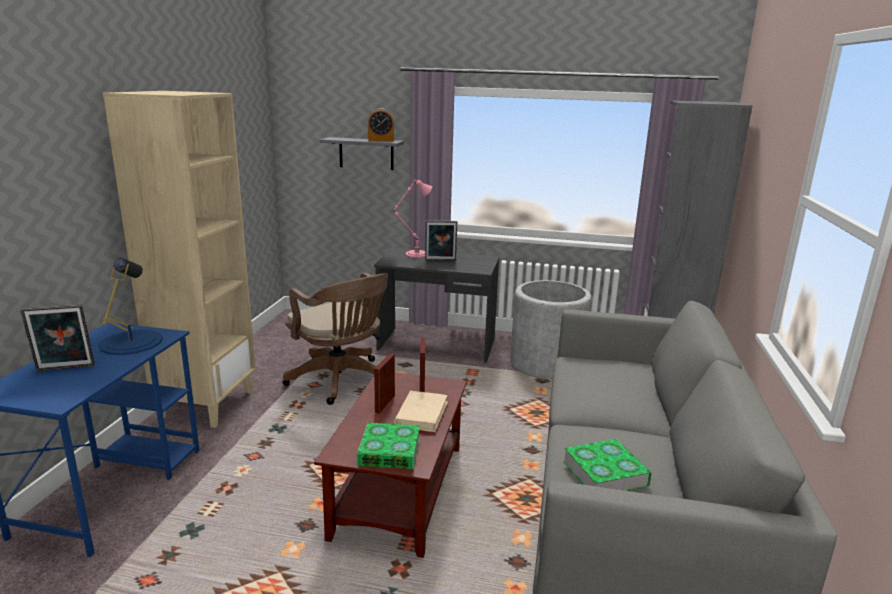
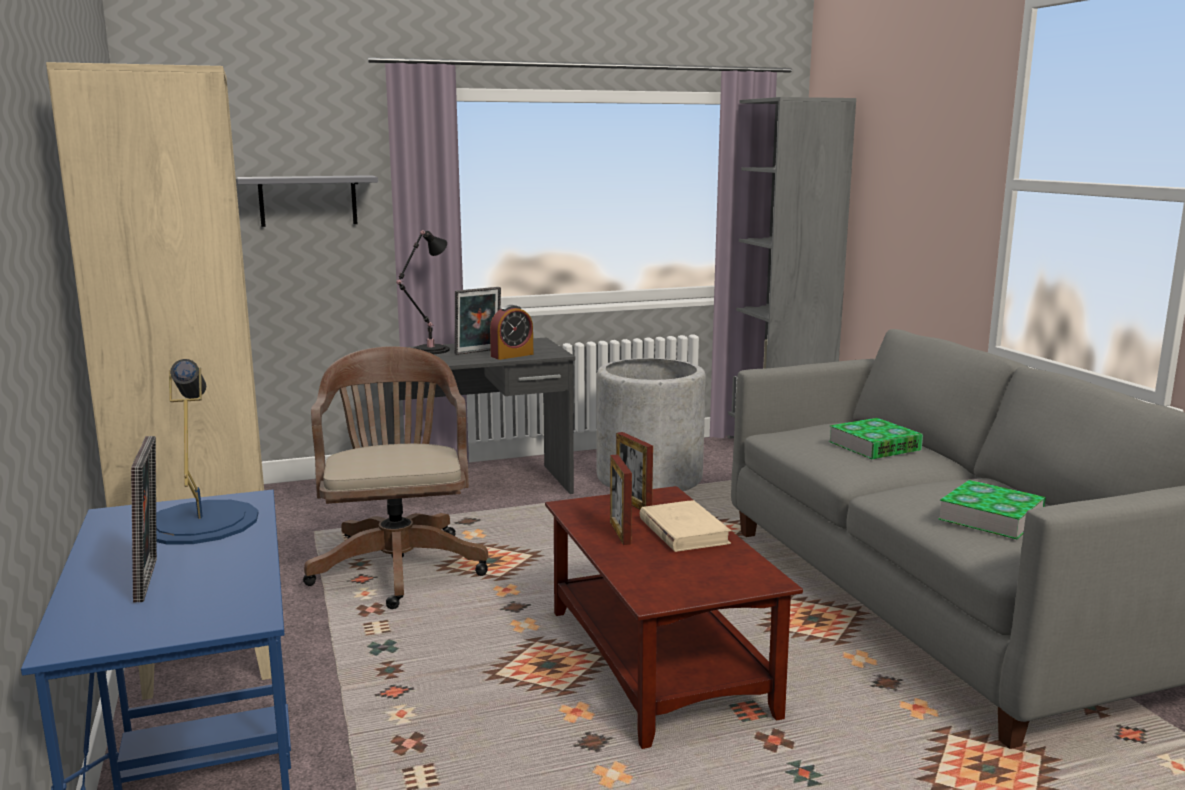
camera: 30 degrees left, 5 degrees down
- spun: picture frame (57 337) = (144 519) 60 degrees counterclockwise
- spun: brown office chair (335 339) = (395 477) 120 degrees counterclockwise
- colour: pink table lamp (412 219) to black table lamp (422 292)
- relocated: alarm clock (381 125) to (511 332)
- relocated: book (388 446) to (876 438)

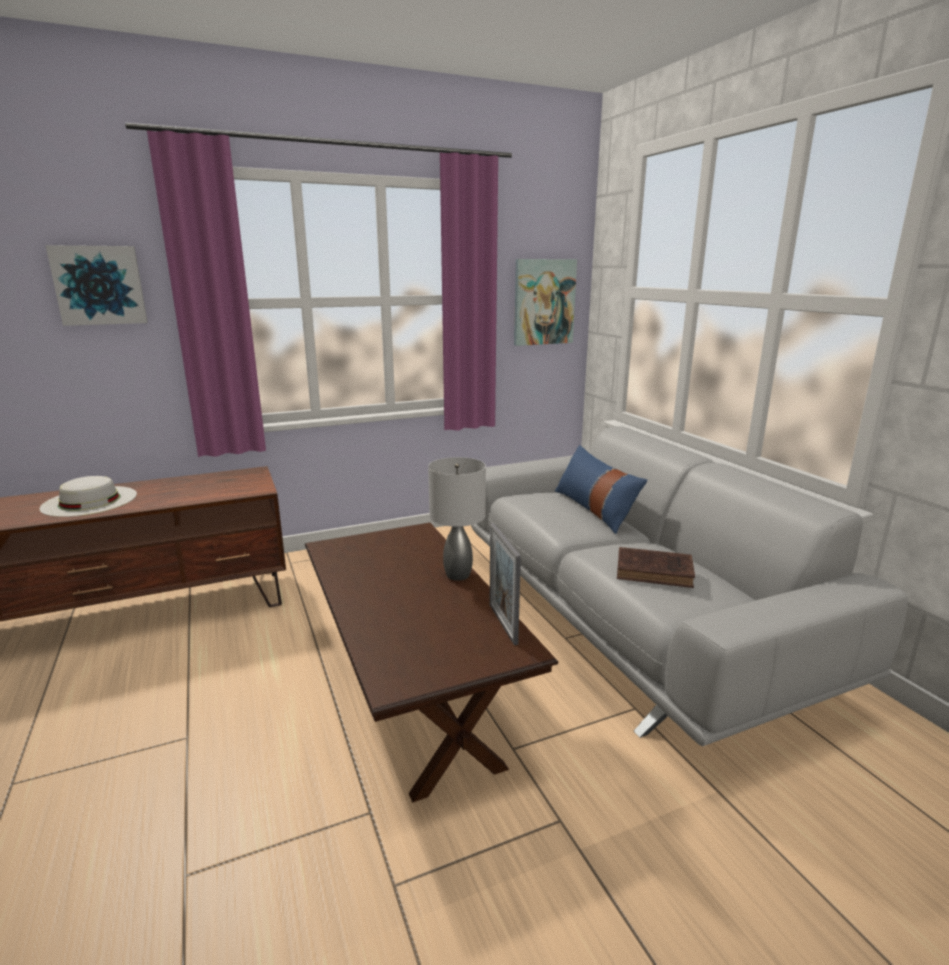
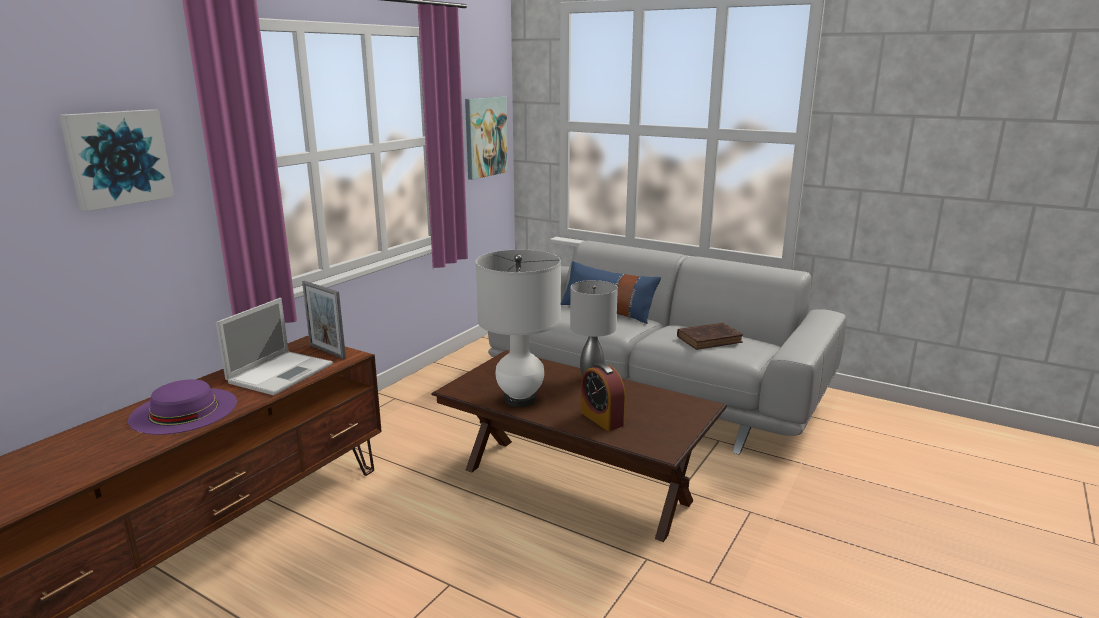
camera: 35 degrees left, 0 degrees up
- colour: white hat (88 496) to purple hat (182 407)
- appeared: laptop (274 346)
- relocated: picture frame (505 584) to (324 320)
- appeared: white table lamp (518 328)
- appeared: alarm clock (603 397)

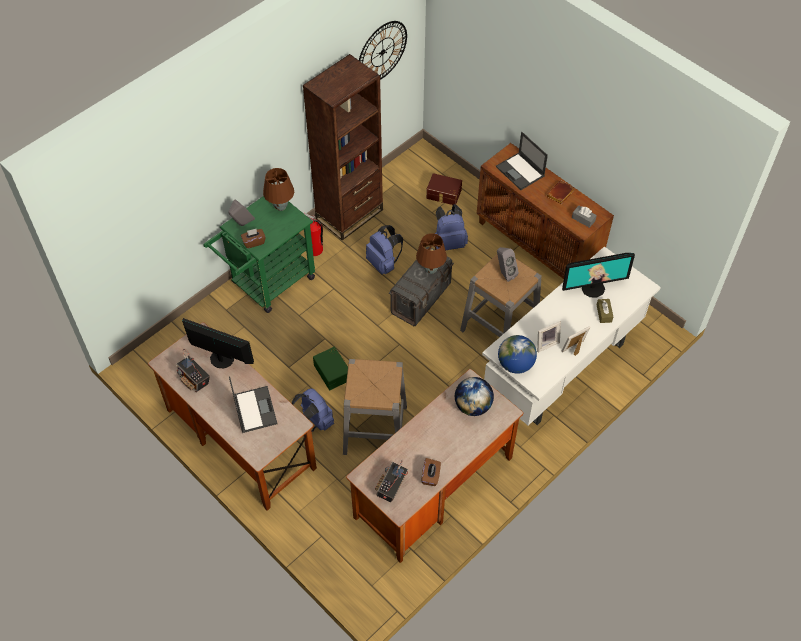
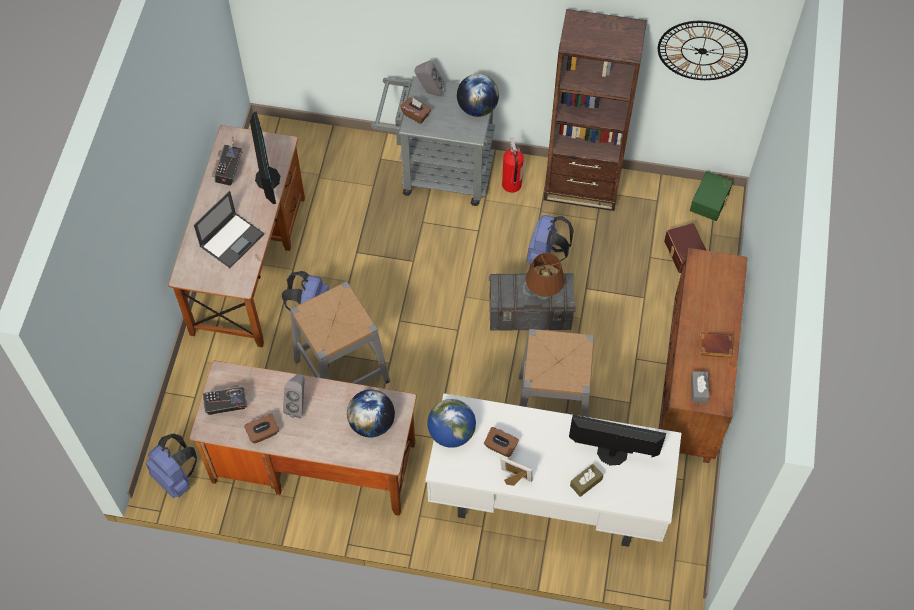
camera: 55 degrees right, 5 degrees up
- relocated: blue backpack (451 227) to (171 465)
- relocated: grey speaker (508 264) to (294 396)
- colour: green cart (259 254) to grey cart (433 141)
- exchanged: brown table lamp (278 189) to globe (478 95)
- exchanged: picture frame (549 337) to brown tissue box (501 442)
- spun: monitor (598 275) = (617 440) 150 degrees clockwise
- relocated: green storage box (330 368) to (711 196)
- missing: laptop (522 161)

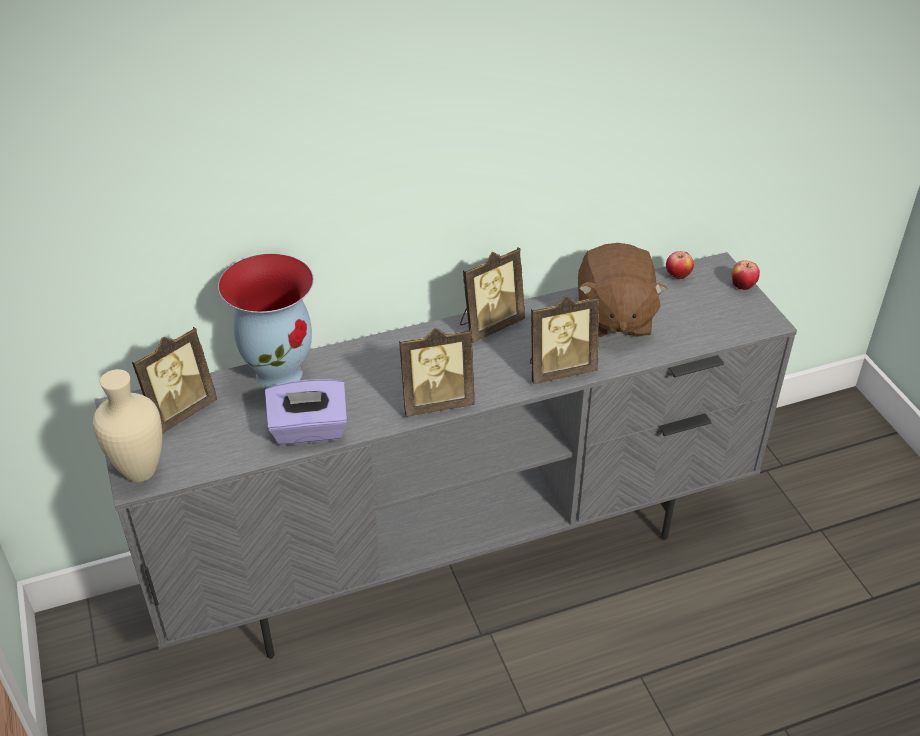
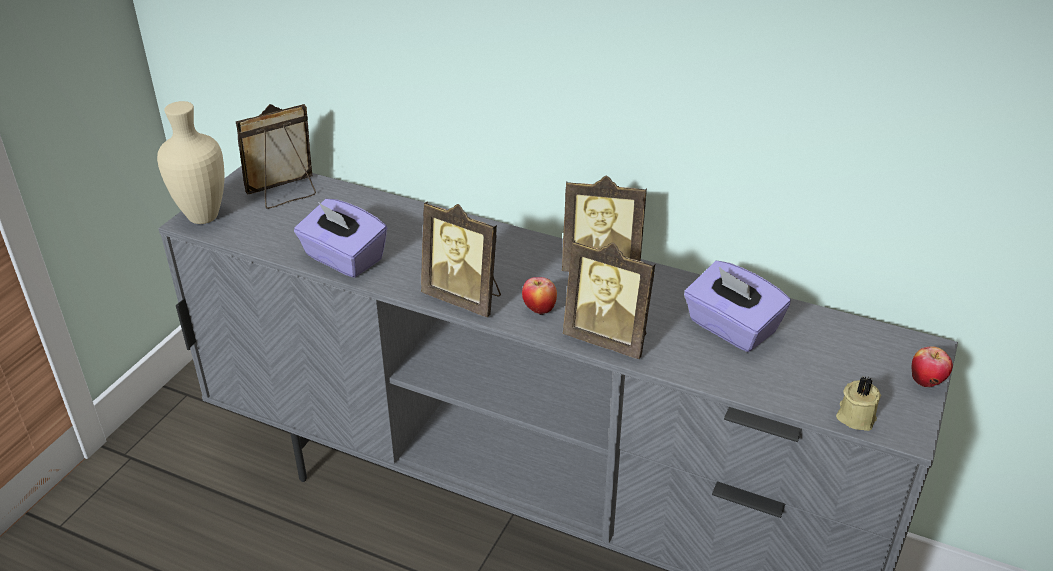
camera: 45 degrees right, 5 degrees down
- spun: picture frame (174 380) = (276 156) 150 degrees clockwise
- relocated: apple (680 265) to (539 296)
- exchanged: brown plush toy (622 290) to purple tissue box (737 306)
- appeared: beige candle (858 403)
- missing: vase (266 321)

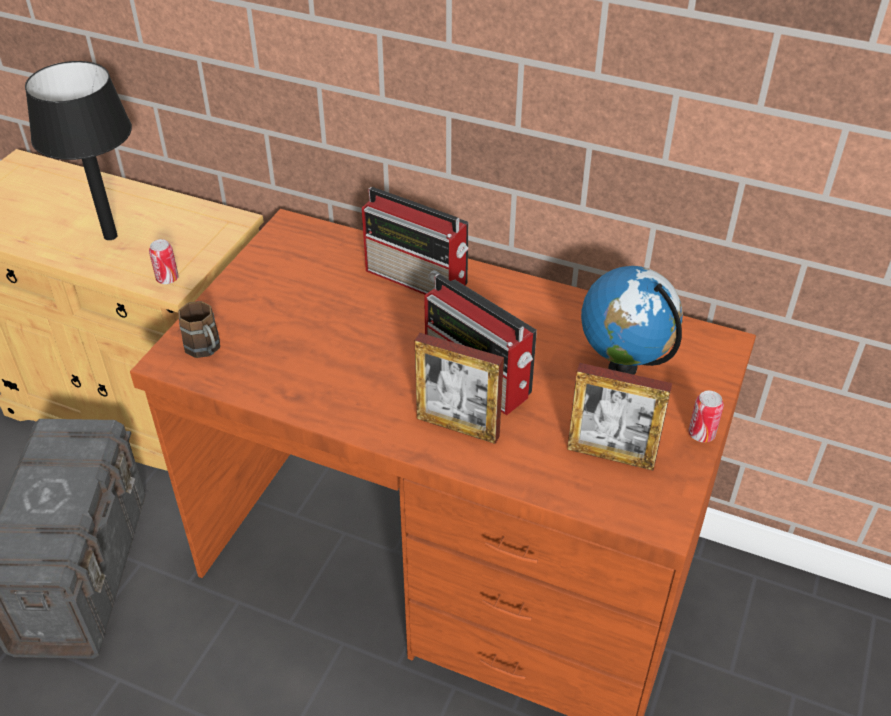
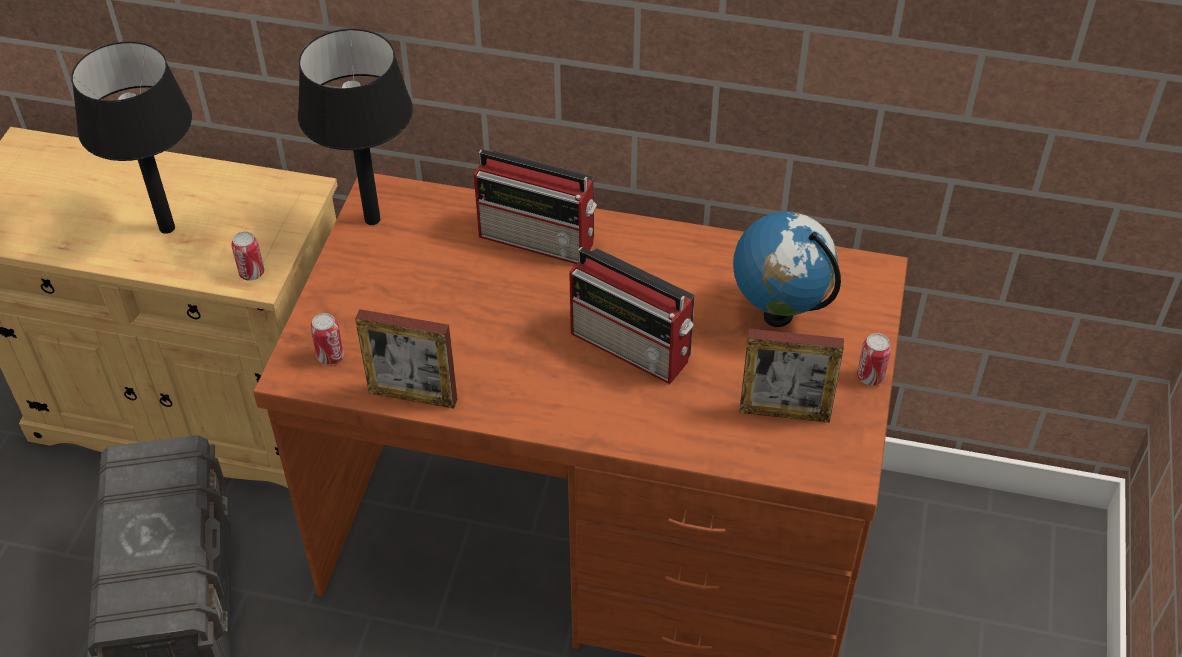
camera: 10 degrees left, 5 degrees up
- appeared: black table lamp (355 127)
- exchanged: brown mug (199 329) to can (327 339)
- relocated: picture frame (459 388) to (406 359)

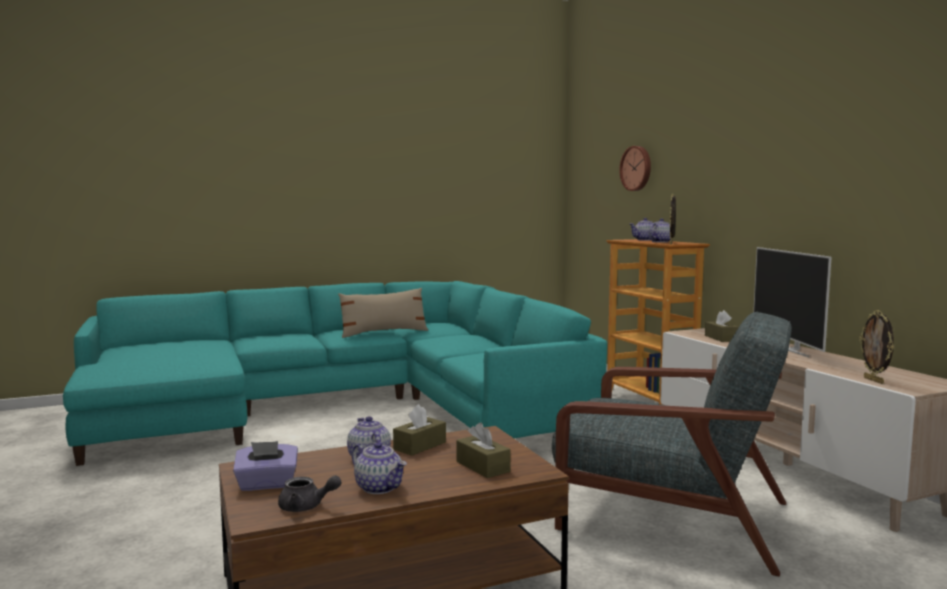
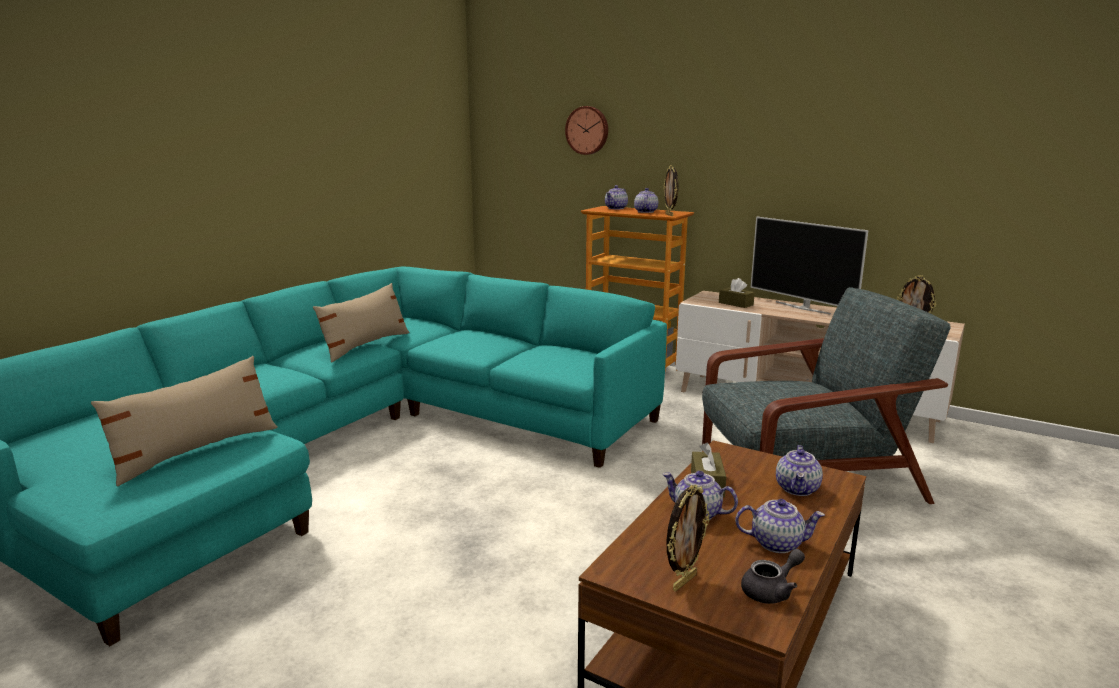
camera: 35 degrees left, 10 degrees up
- appeared: beige pillow (184 421)
- exchanged: purple tissue box (265 466) to picture frame (688 538)
- exchanged: brown tissue box (483 450) to teapot (799 470)

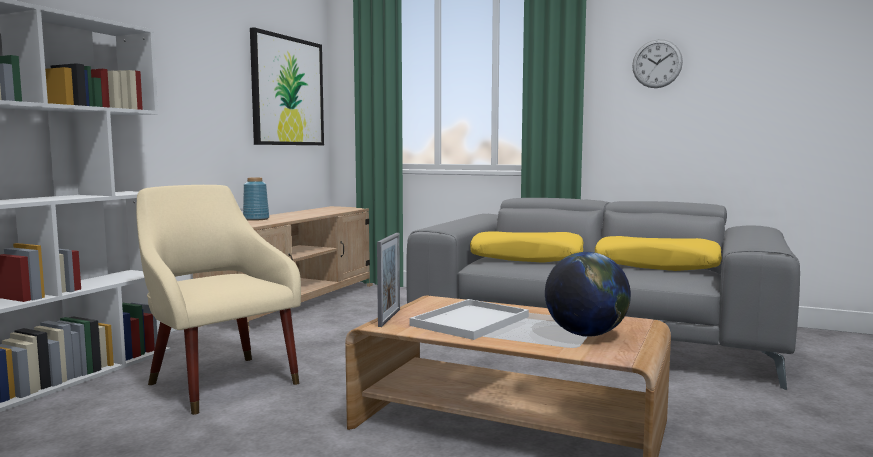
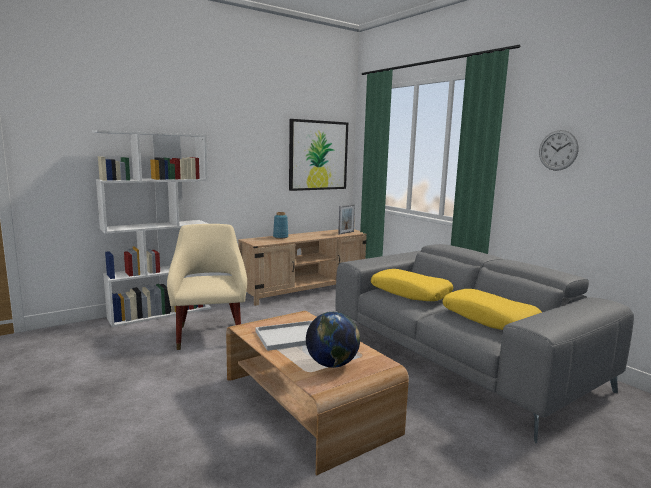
camera: 30 degrees right, 5 degrees up
- relocated: picture frame (388 280) to (346 219)

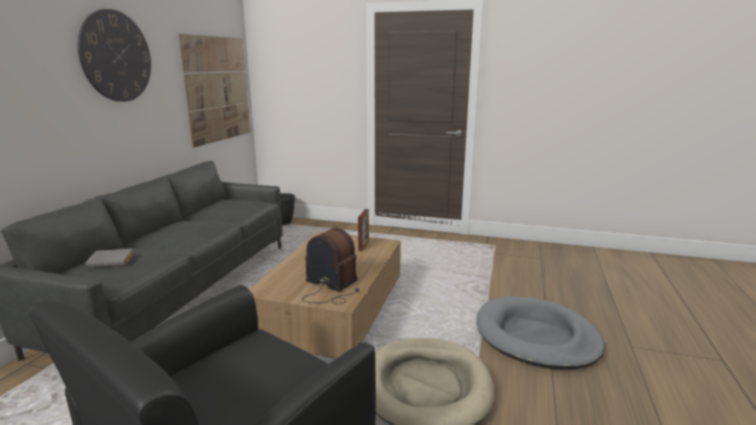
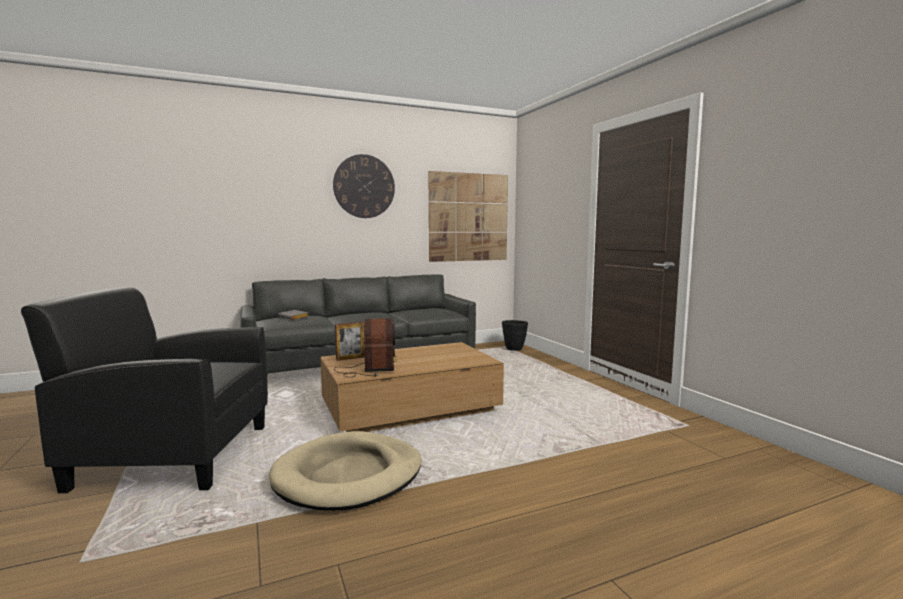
camera: 50 degrees right, 10 degrees down
- relocated: picture frame (363 230) to (350 341)
- missing: grey dog bed (540 332)

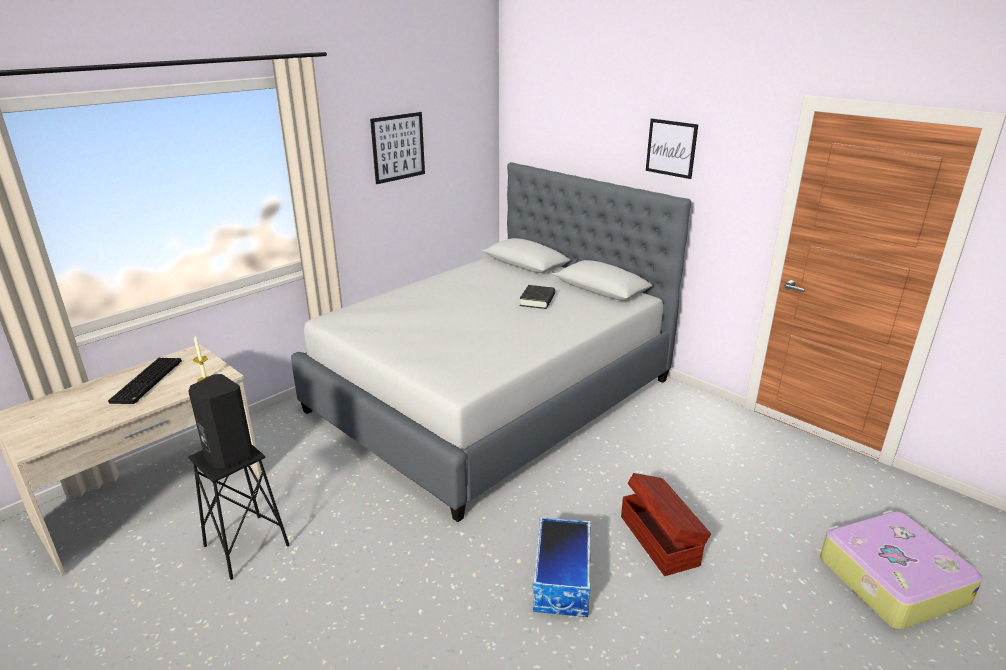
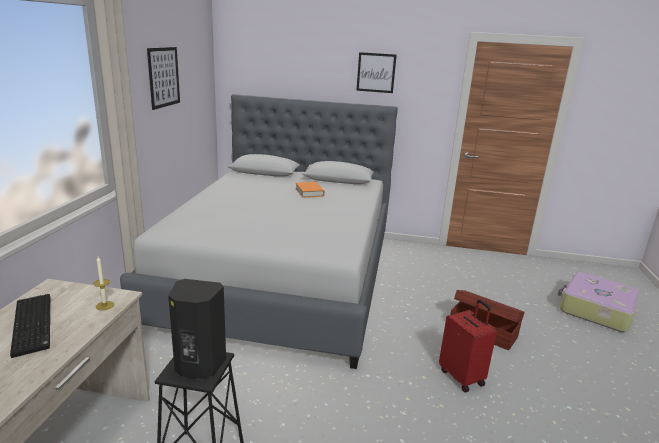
camera: 35 degrees left, 5 degrees down
- colour: black book (537 297) to orange book (310 190)
- exchanged: storage box (562 567) to red suitcase (468 346)

